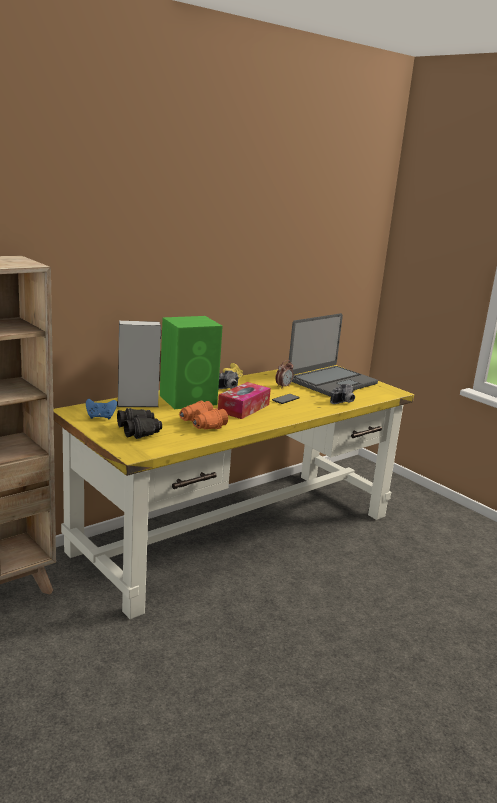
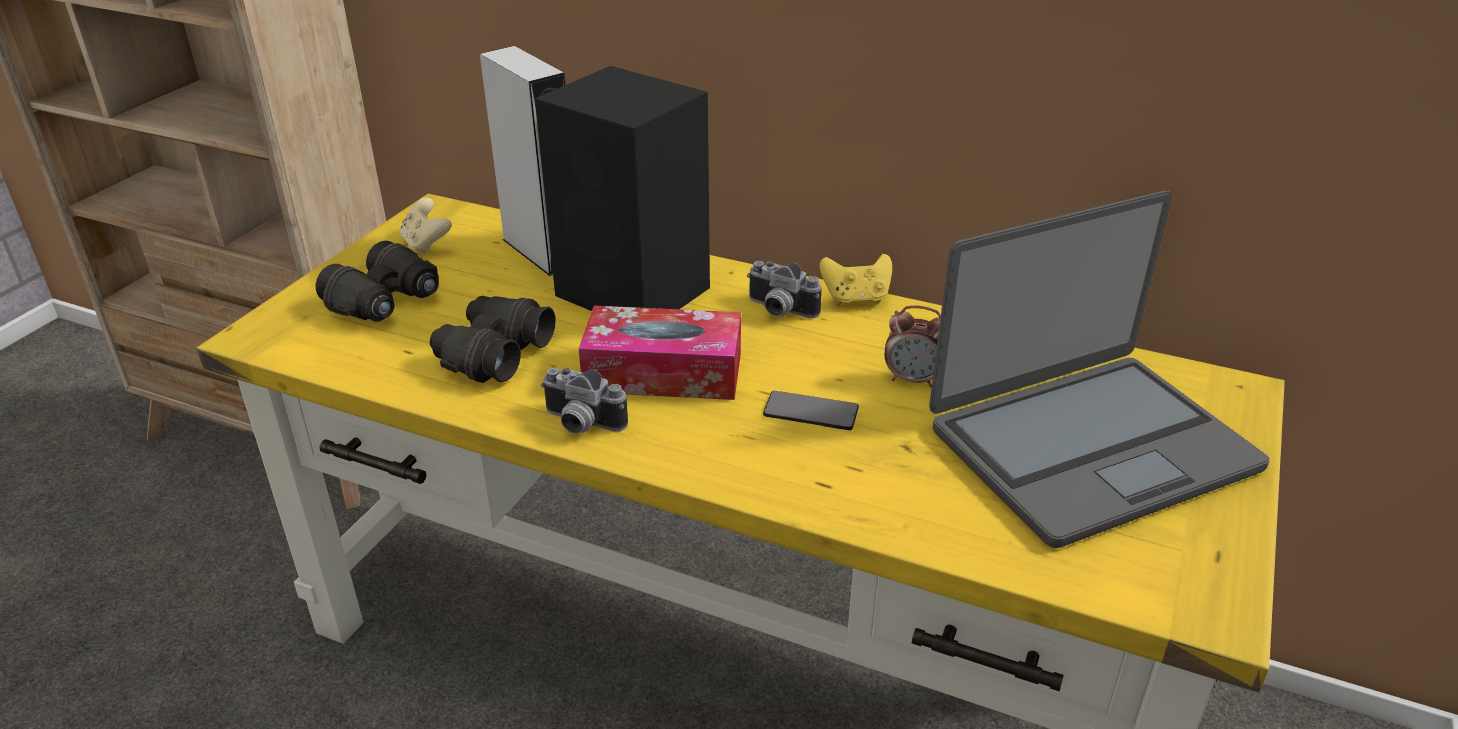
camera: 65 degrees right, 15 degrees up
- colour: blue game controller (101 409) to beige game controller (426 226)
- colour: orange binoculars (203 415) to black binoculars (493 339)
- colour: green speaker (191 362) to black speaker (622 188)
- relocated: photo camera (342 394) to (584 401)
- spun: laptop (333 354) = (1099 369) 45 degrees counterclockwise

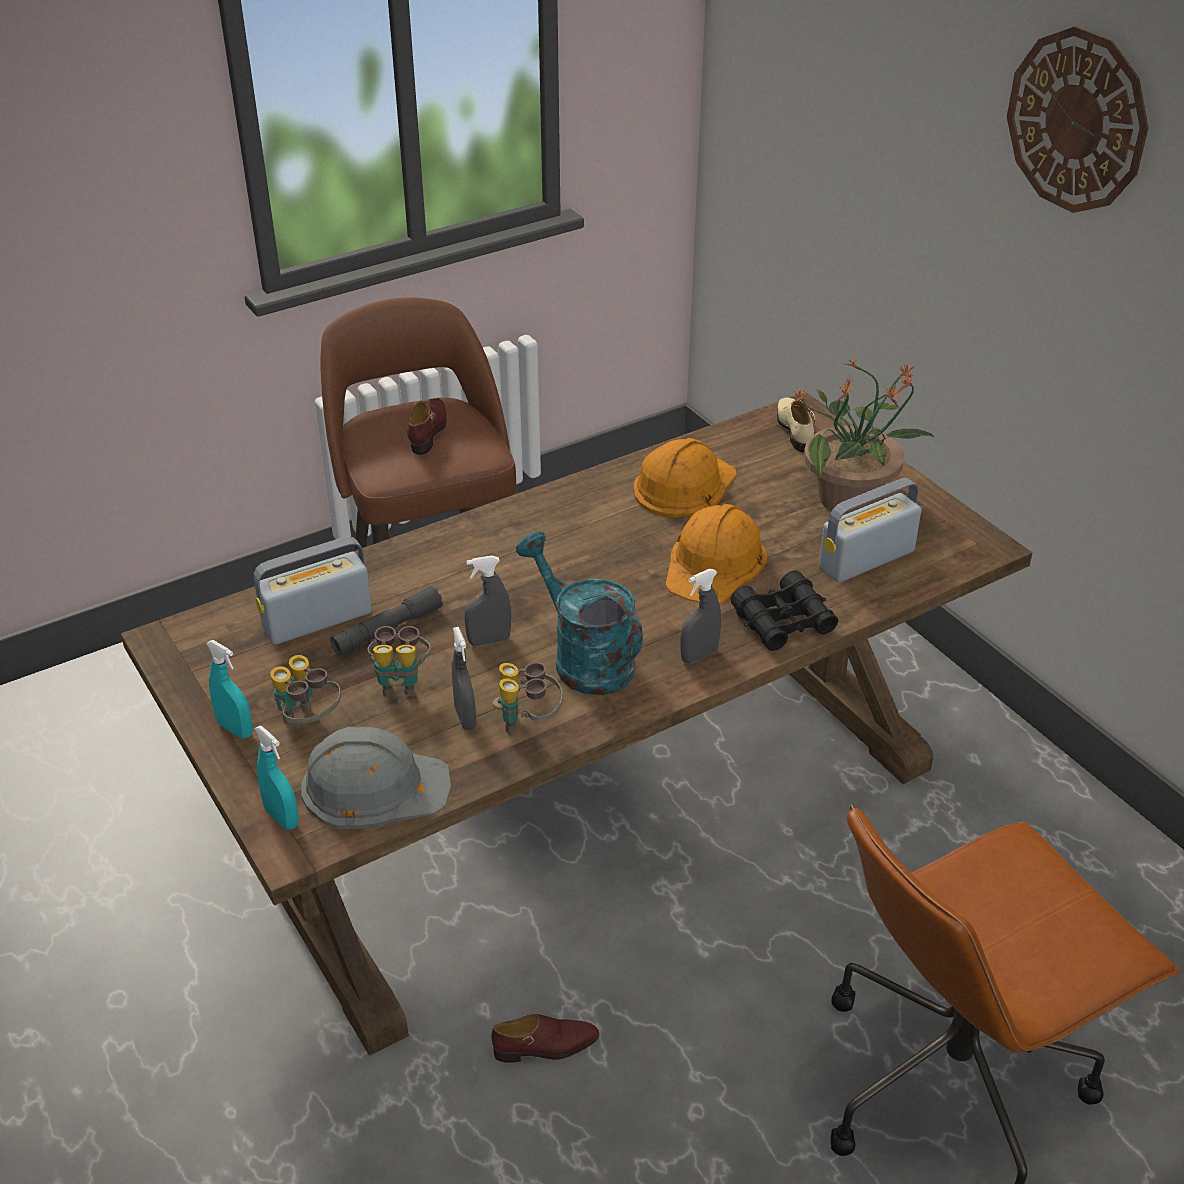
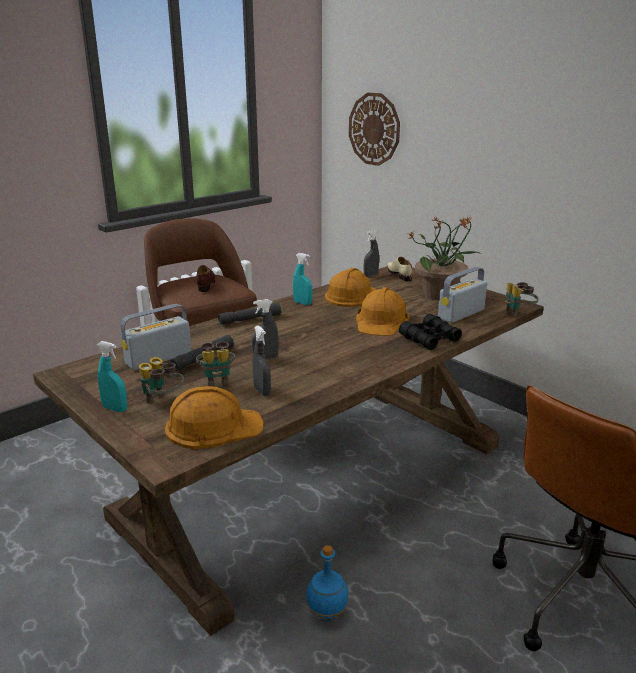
camera: 10 degrees left, 15 degrees down
- colour: grey hard hat (376 778) to orange hard hat (214 417)
- appeared: grey flashlight (250 314)
- relocated: turquoise spray bottle (276 778) to (303 279)
- exchanged: brown shoe (545 1038) to blue bottle (327 583)
- relocated: wall clock (1078 119) to (374 129)
- relocated: grey spray bottle (700 616) to (371 253)
- relocated: binoculars (527 698) to (521 299)
- missing: turquoise watering can (579 613)

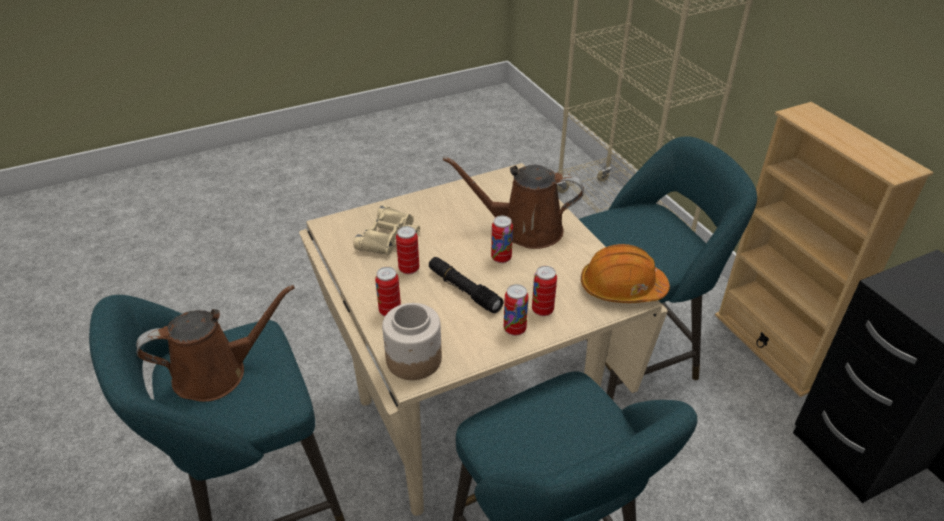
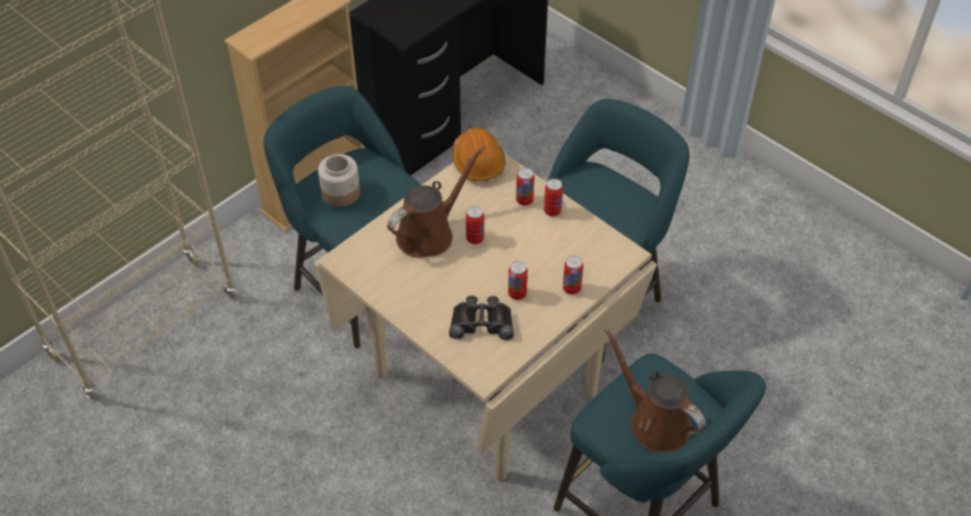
camera: 110 degrees left, 10 degrees up
- relocated: jar (412 341) to (339 180)
- spun: brown watering can (513 202) = (435 202) 120 degrees counterclockwise
- colour: beige binoculars (386 230) to black binoculars (481 318)
- missing: black flashlight (466 285)

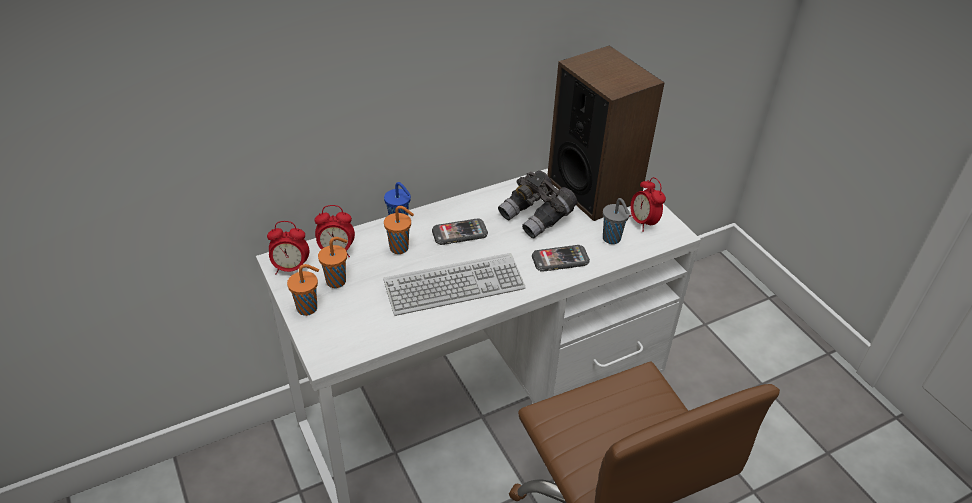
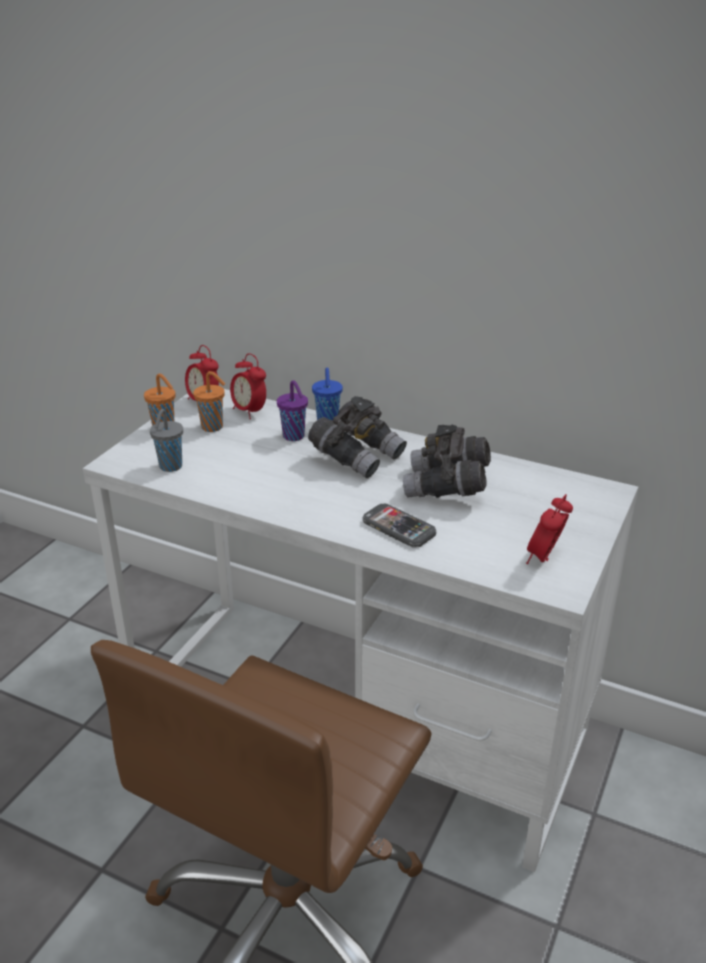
camera: 55 degrees right, 10 degrees down
- relocated: grey cup (616 221) to (166 440)
- colour: orange cup (399 230) to purple cup (292 410)
- exchanged: phone (460 231) to grey binoculars (357 437)
- missing: keyboard (454 284)
- missing: speaker (606 133)

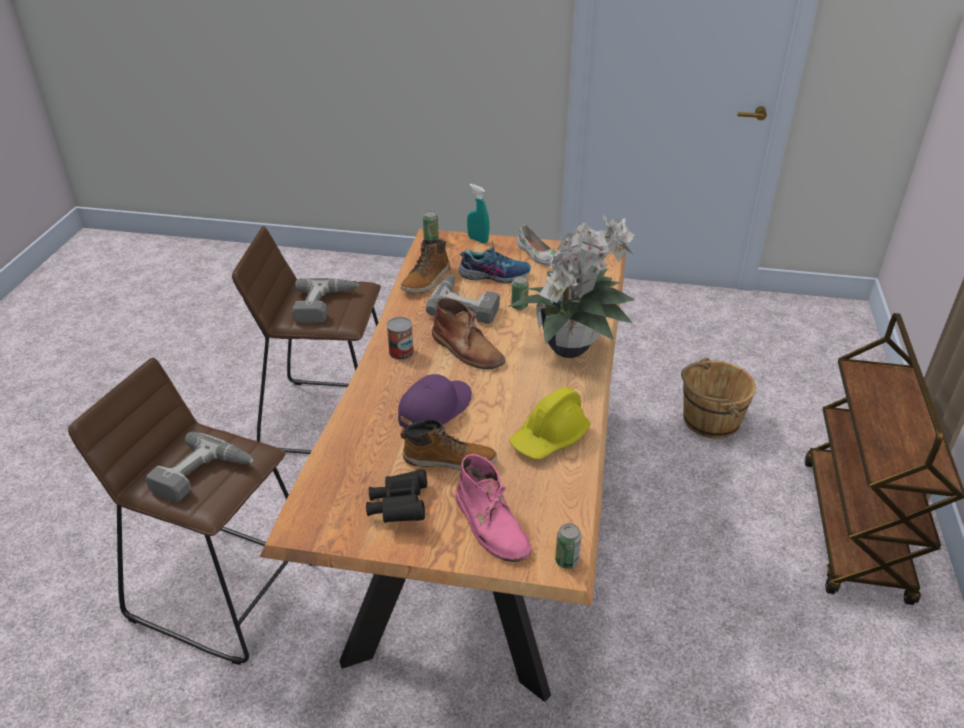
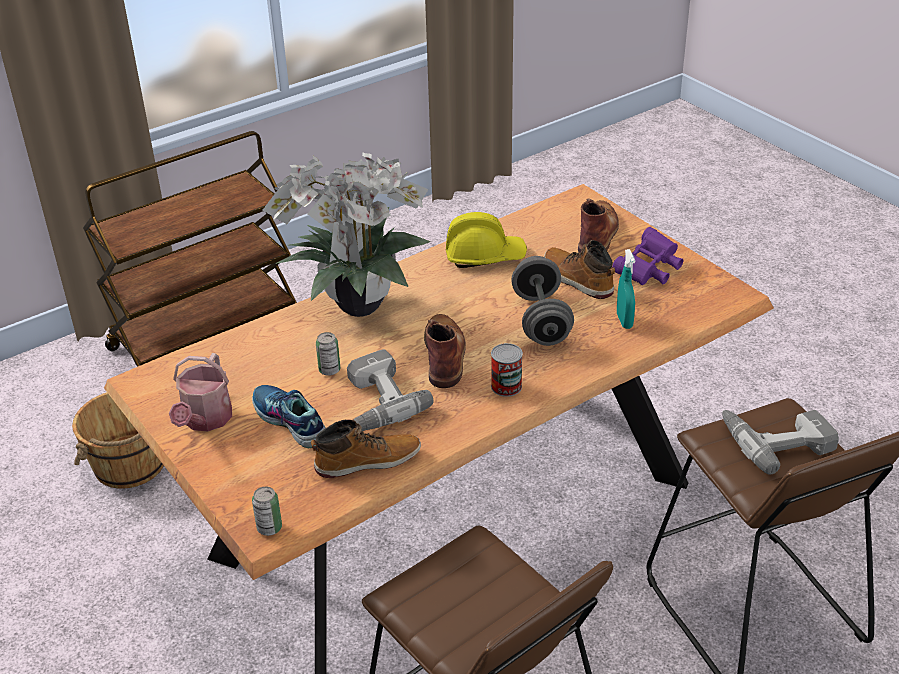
camera: 135 degrees left, 0 degrees up
- exchanged: white shoe (536 245) to watering can (200 392)
- exchanged: purple cap (435 401) to grey dumbbell (542 301)
- colour: pink boot (493 508) to brown boot (598 226)
- colour: black binoculars (396 496) to purple binoculars (647 256)
- relocated: turquoise spray bottle (478 214) to (626 289)
- missing: power drill (325 300)
- missing: can (568 546)

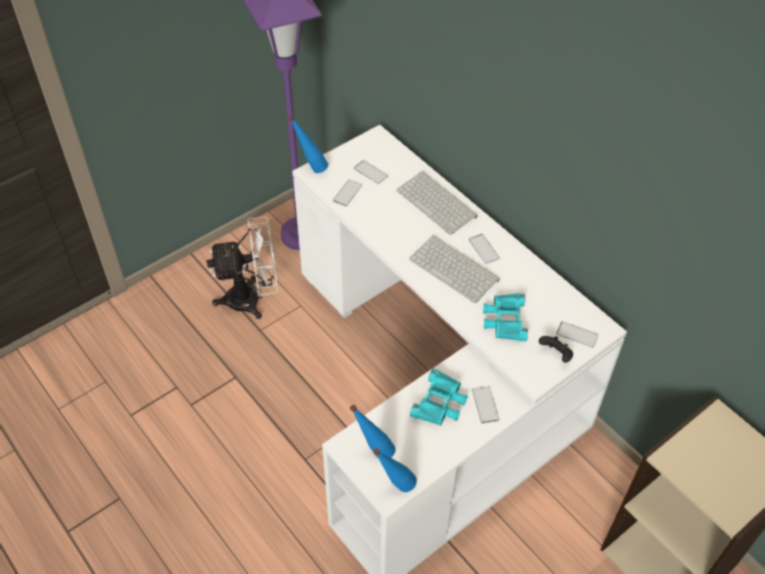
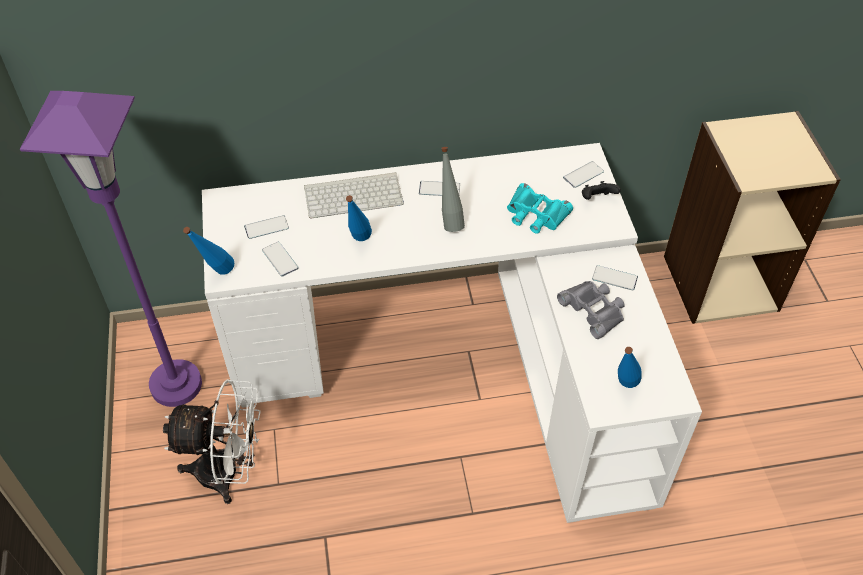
camera: 60 degrees left, 0 degrees up
- spun: white fan (242 268) = (212 441) 75 degrees clockwise
- relocated: blue bottle (395 470) to (359 218)
- exchanged: keyboard (454 269) to grey bottle (453 189)
- colour: turquoise binoculars (439 397) to grey binoculars (590 310)

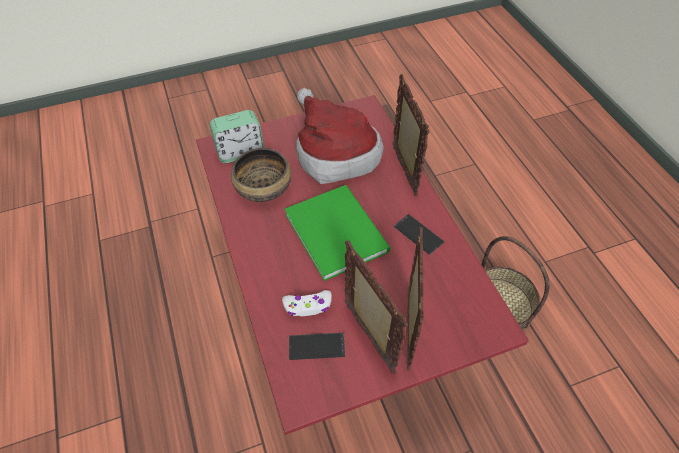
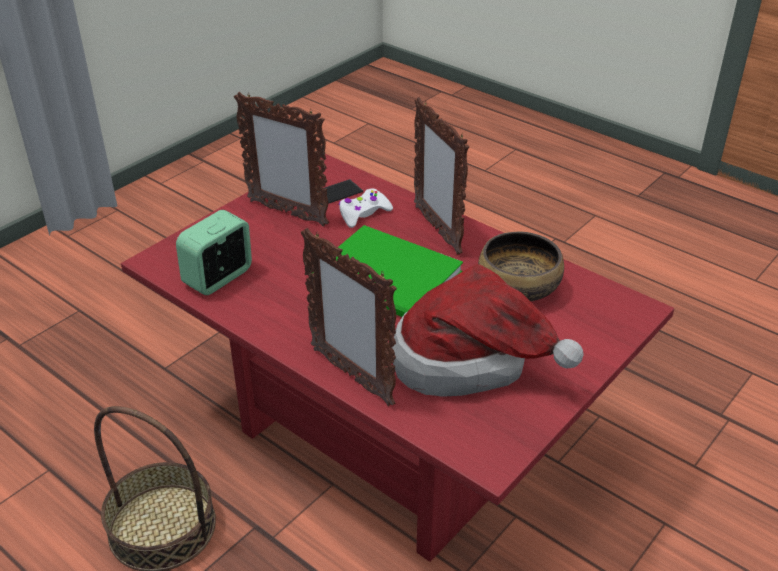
camera: 150 degrees right, 15 degrees down
- relocated: alarm clock (237 136) to (214 252)
- relocated: picture frame (415 299) to (441 176)
- missing: phone (419 234)

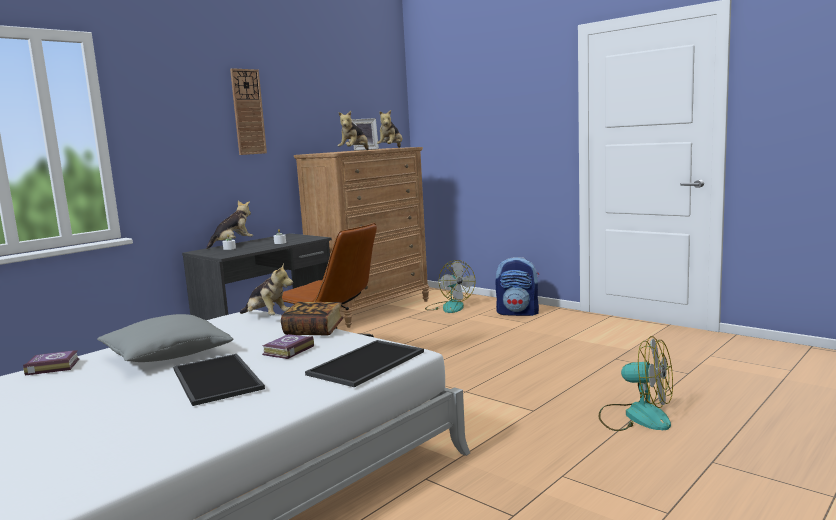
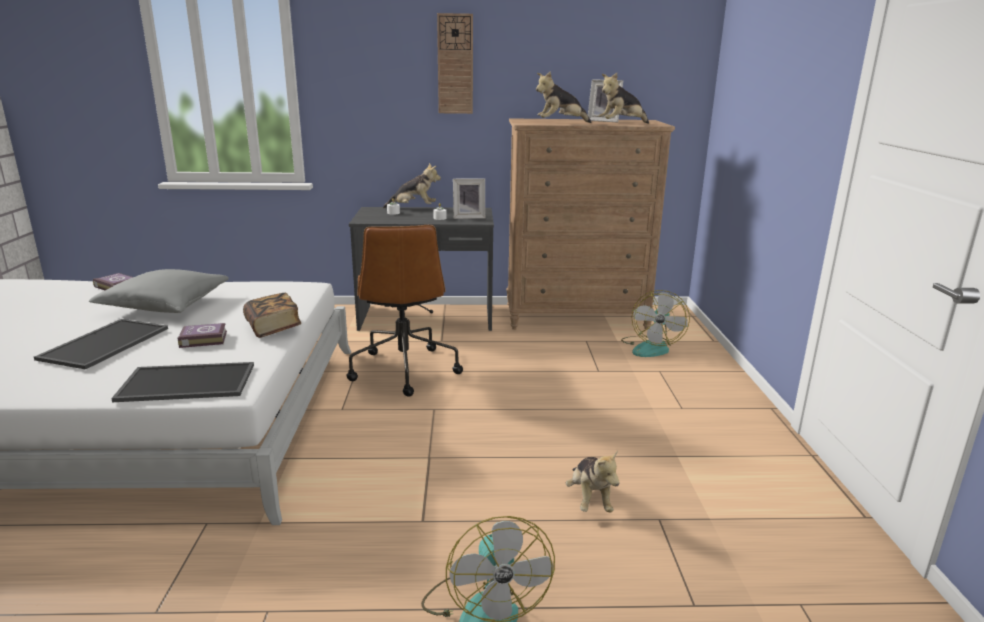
camera: 45 degrees right, 10 degrees up
- appeared: picture frame (469 198)
- relocated: plush toy (266 289) to (593 481)
- missing: backpack (517 286)

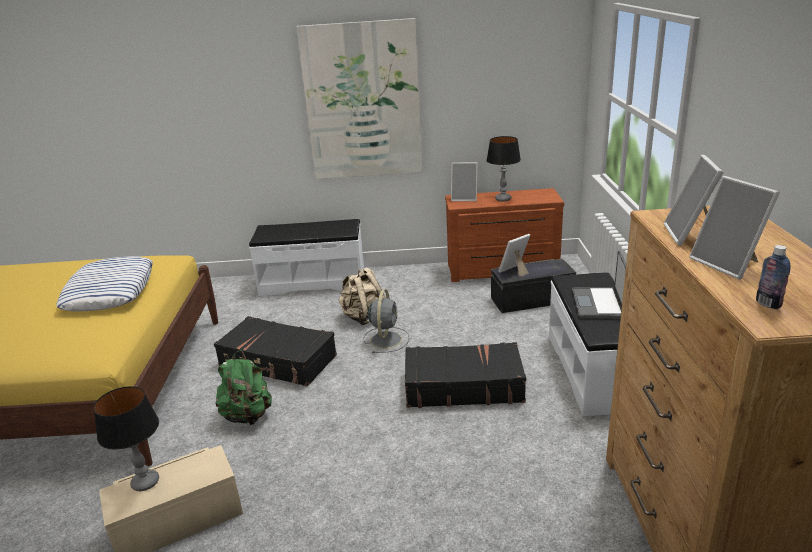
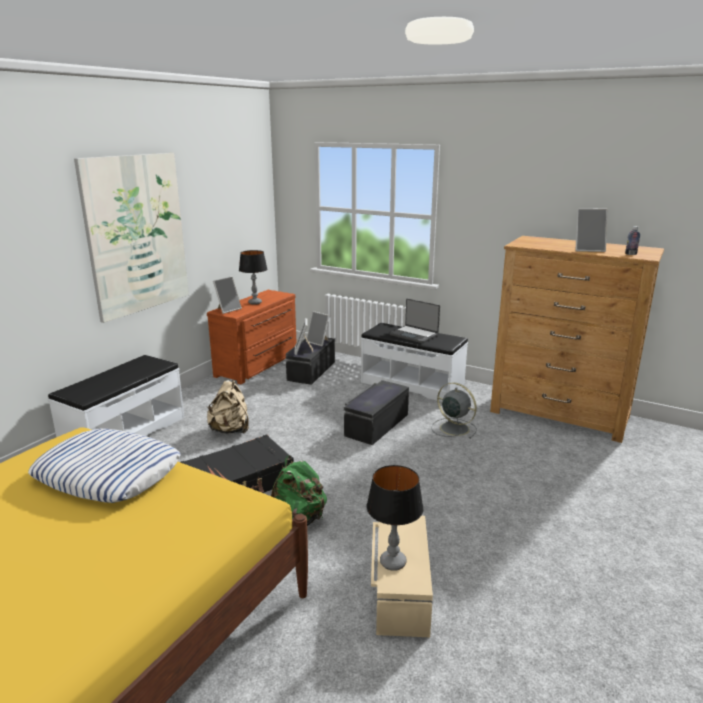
camera: 60 degrees left, 5 degrees down
- relocated: picture frame (694 200) to (318 328)
- exchanged: black suitcase (465 375) to black storage box (376 412)
- relocated: grey fan (386 321) to (454 411)

